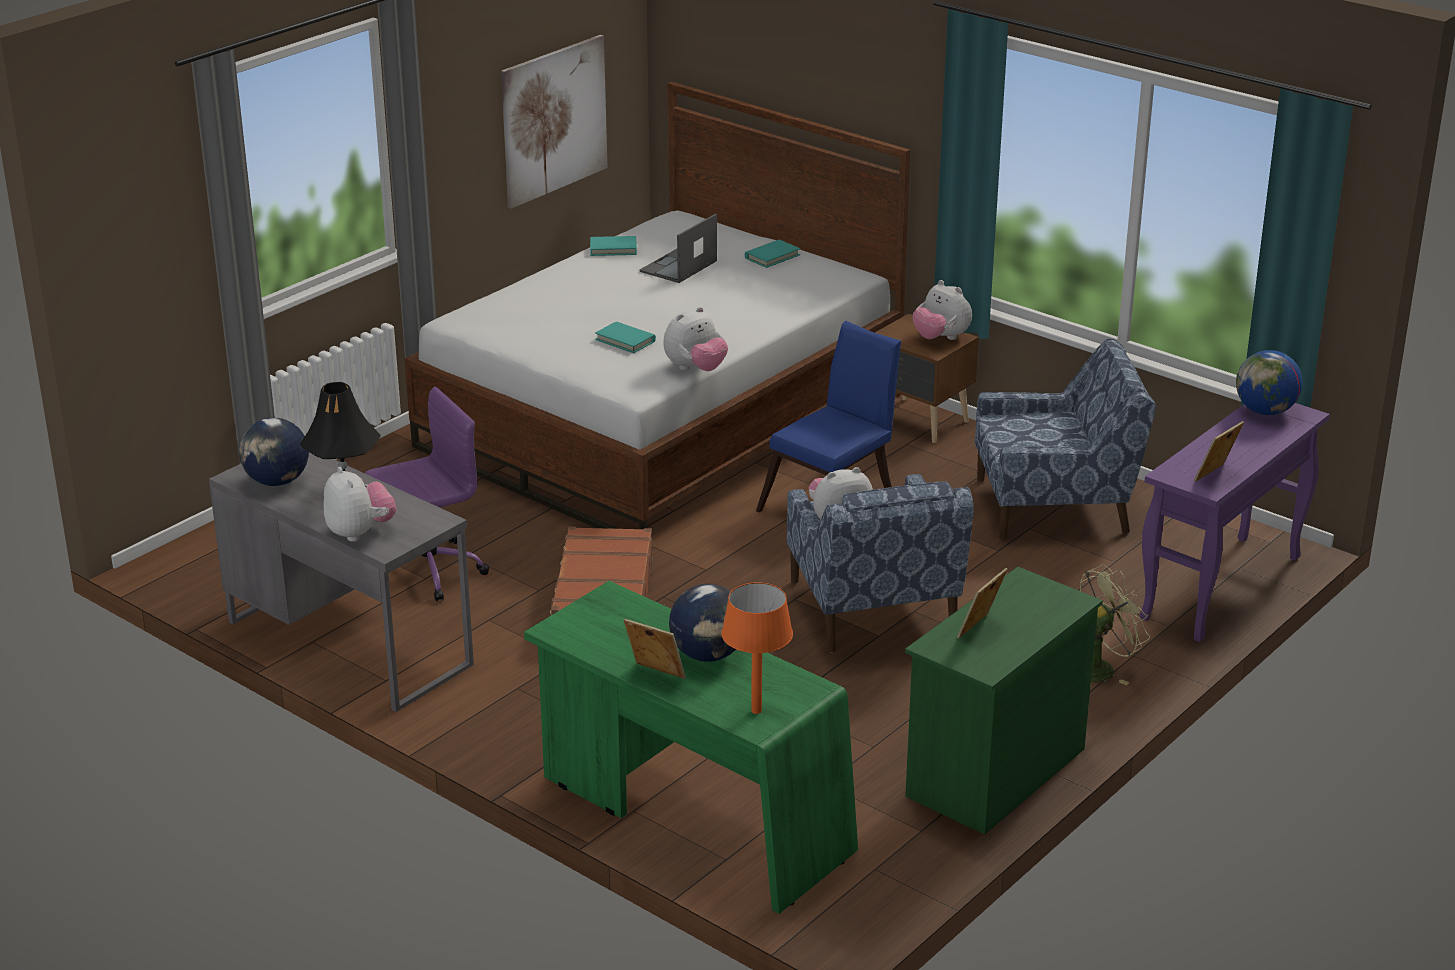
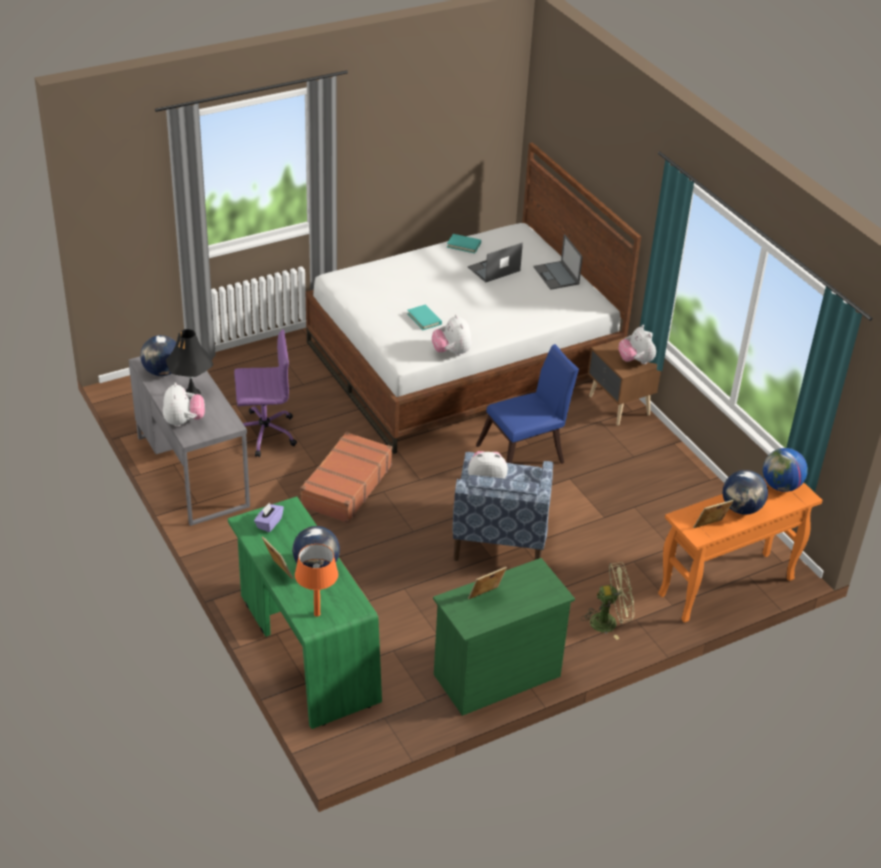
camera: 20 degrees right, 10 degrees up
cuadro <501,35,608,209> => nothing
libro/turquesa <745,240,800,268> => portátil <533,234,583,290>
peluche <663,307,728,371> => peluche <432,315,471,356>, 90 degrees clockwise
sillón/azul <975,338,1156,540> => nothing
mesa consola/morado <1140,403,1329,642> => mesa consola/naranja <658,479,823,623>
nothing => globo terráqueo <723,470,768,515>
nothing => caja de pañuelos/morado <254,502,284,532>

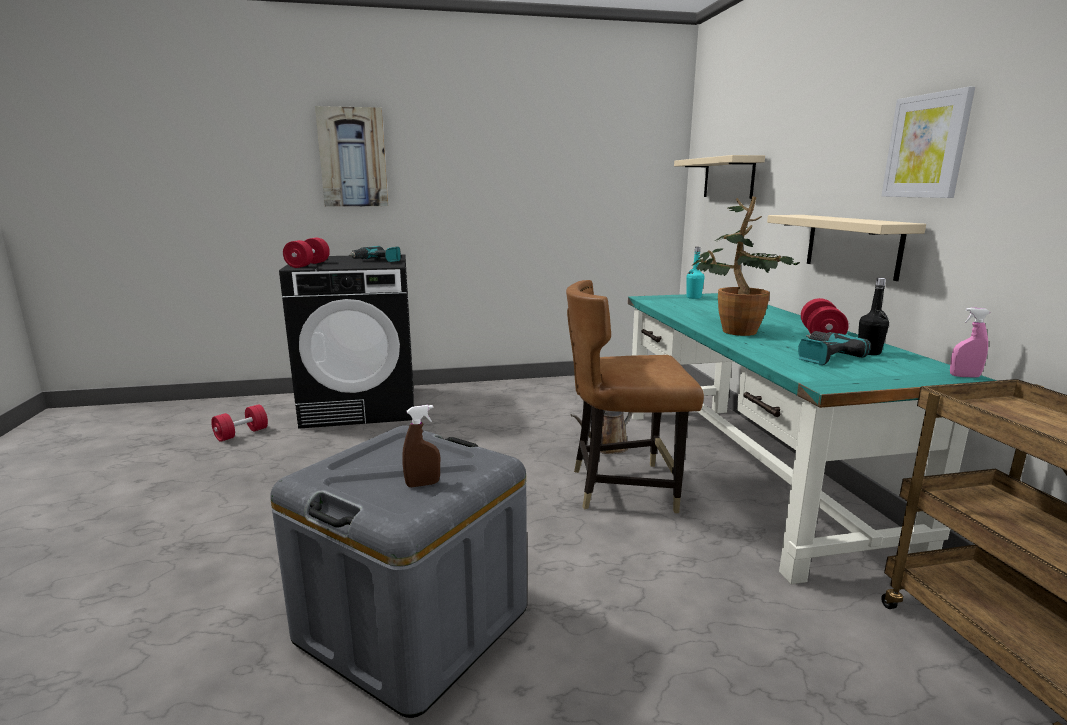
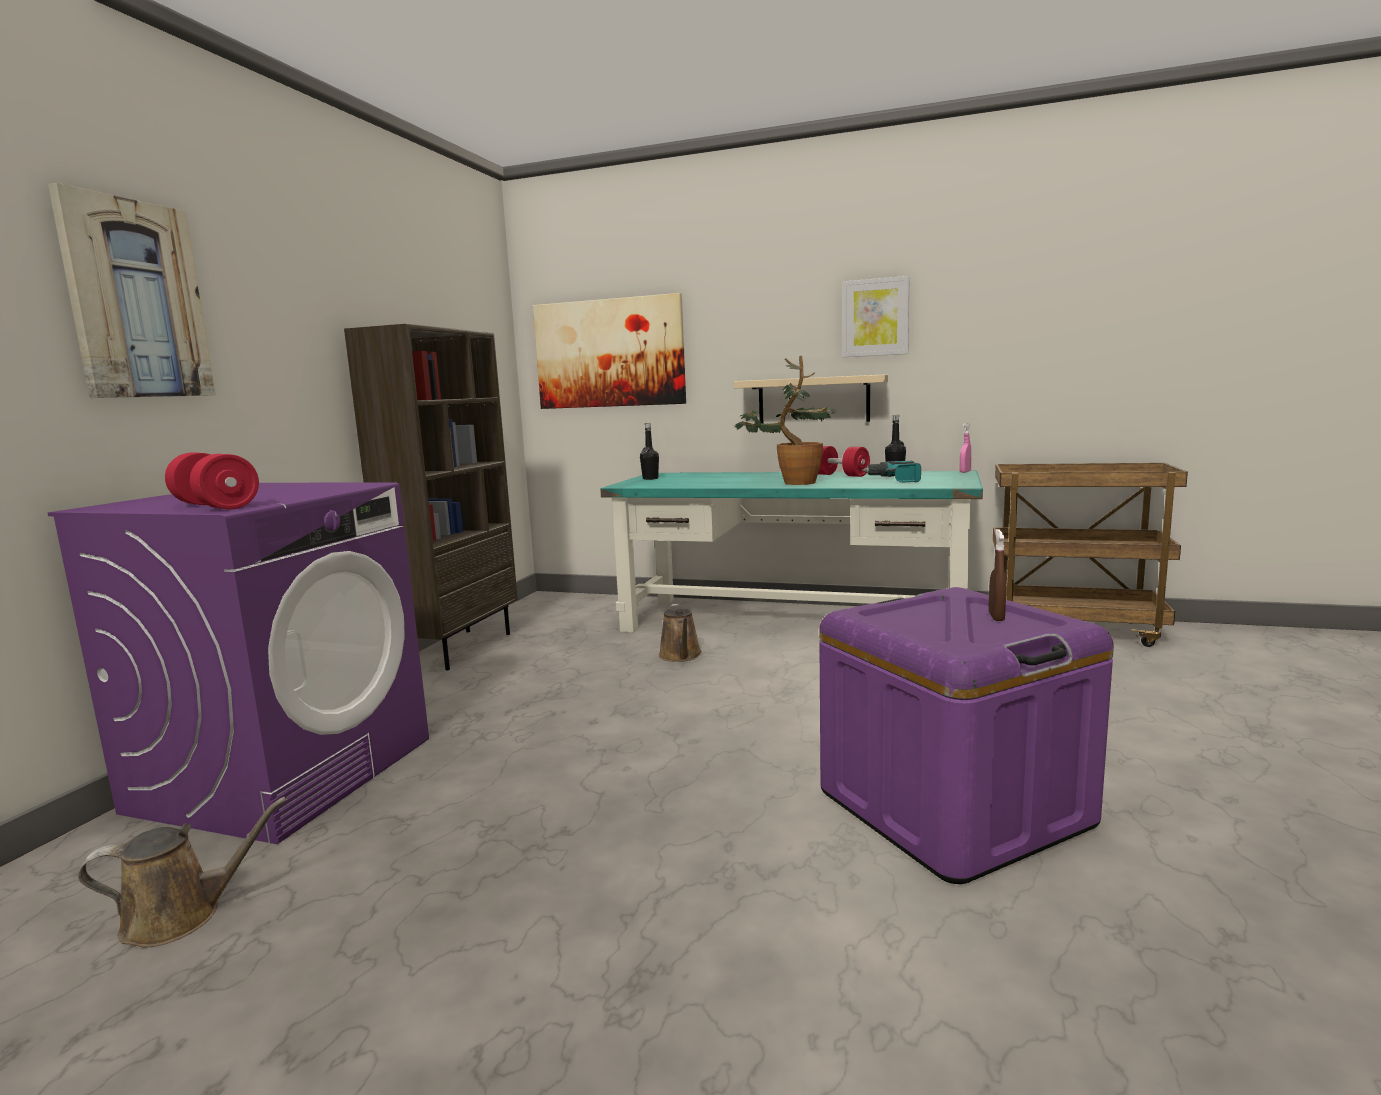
camera: 60 degrees left, 5 degrees down
estante/beis <674,155,765,199> => cuadro <533,293,686,409>
taladro <349,246,401,262> => nothing
botella/turquesa <686,247,704,299> => botella/negro <640,423,659,480>
lavadora/negro <279,254,414,429> => lavadora/morado <47,482,429,844>
silla/marrón <566,280,704,513> => nothing
mancuerna/rojo <211,404,268,442> => regadera/marrón <78,797,287,947>
caja de almacenaje/gris <270,425,527,718> => caja de almacenaje/morado <819,587,1114,884>
nothing => estantería/marrón <344,324,518,670>

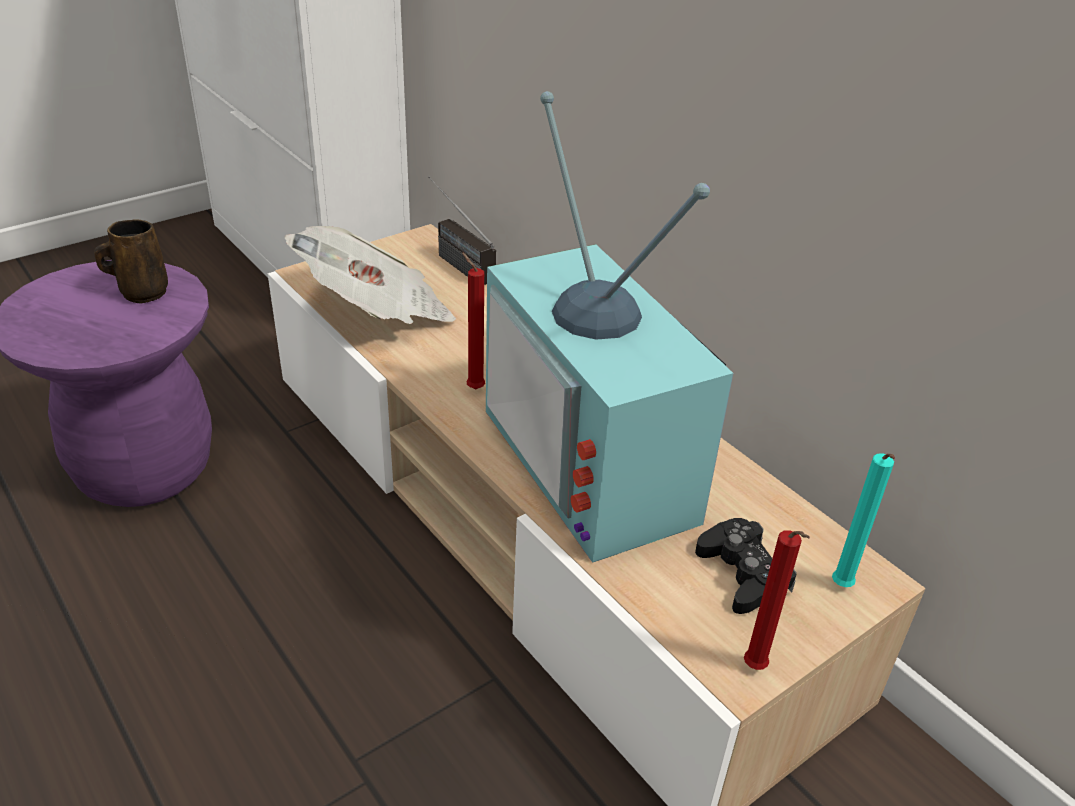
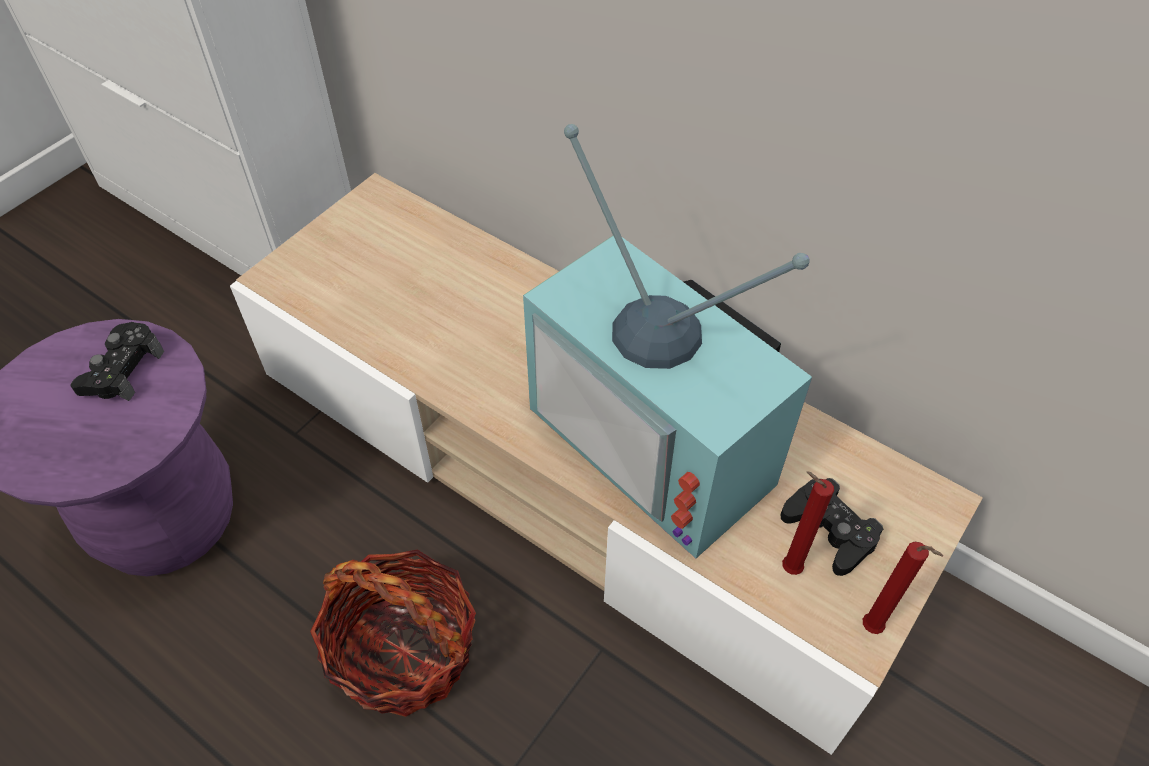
camera: 15 degrees left, 15 degrees up
radio <428,176,496,285> => nothing
taza grande/marrón <94,219,168,303> => mando de consola/negro <70,322,164,401>
periódico <285,226,456,324> => nothing
vela/rojo <462,252,485,389> => vela/rojo <782,471,834,575>, relocated
vela/turquesa <832,453,895,587> => nothing
nothing => cesta <310,549,476,717>

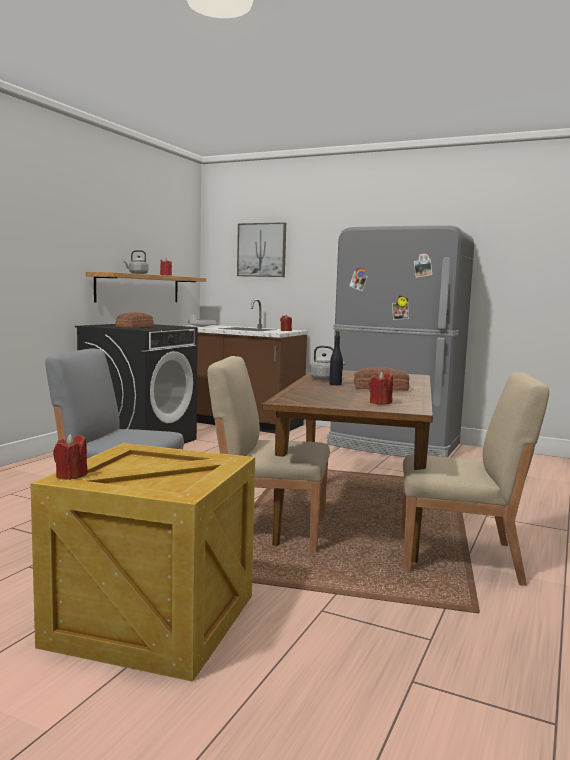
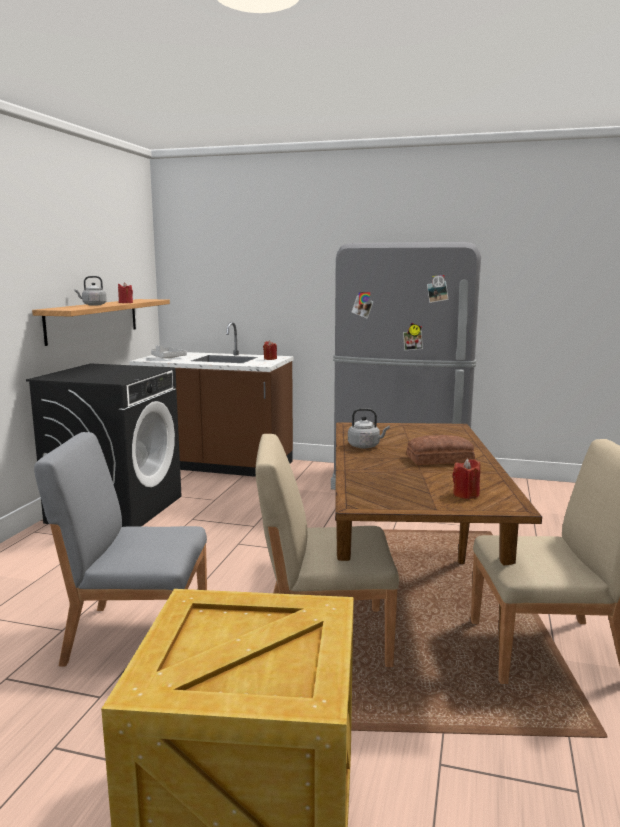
camera: 10 degrees left, 5 degrees up
cuadro <237,222,286,277> => nothing
pan <116,312,154,328> => nothing
botella/negro <329,331,343,385> => nothing
vela/rojo <53,434,88,480> => nothing

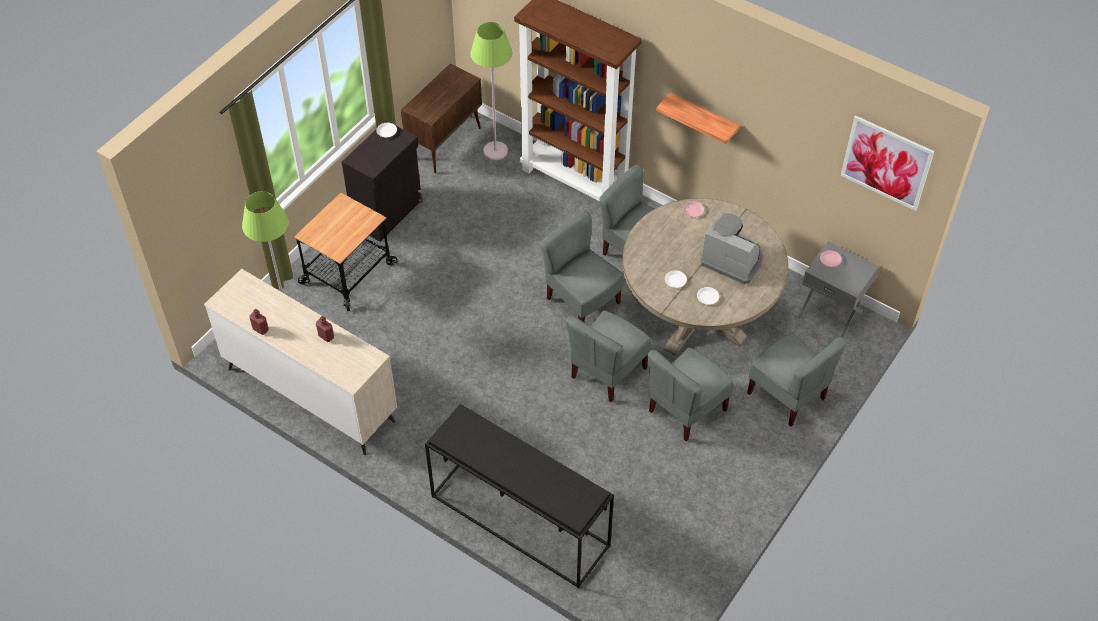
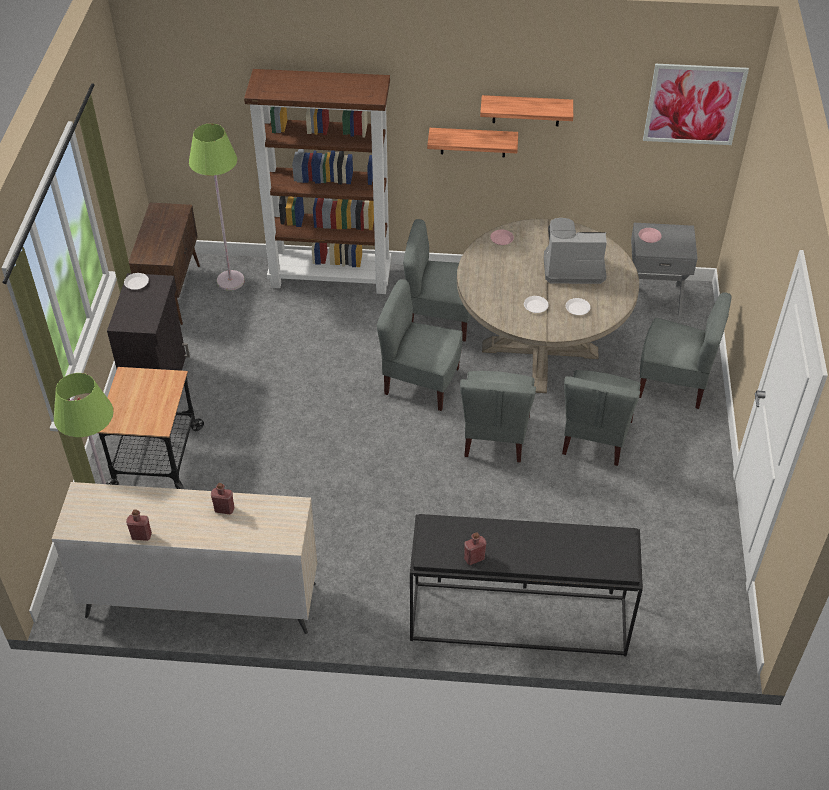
camera: 30 degrees left, 5 degrees down
nothing => estante <480,95,573,126>
nothing => botella/rojo <464,532,486,565>

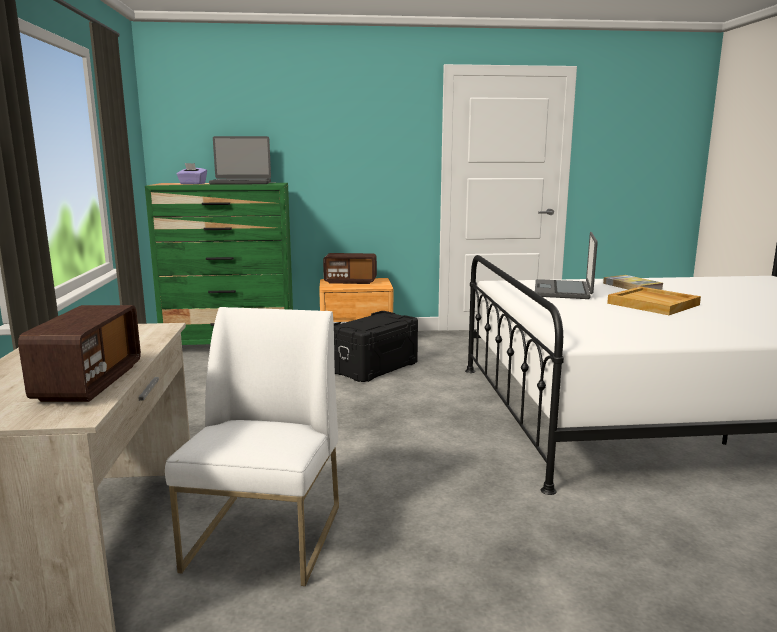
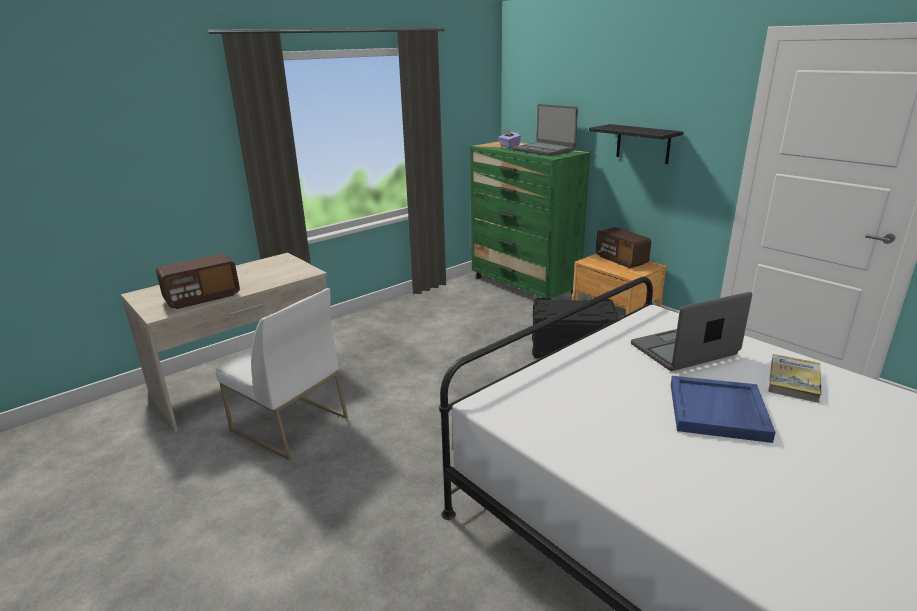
camera: 55 degrees right, 10 degrees up
bandeja/beis <607,286,701,315> => bandeja/azul <671,376,776,443>
silla/blanco <165,307,339,586> => silla/blanco <216,288,348,460>, 60 degrees clockwise
nothing => estante/negro <589,124,684,164>

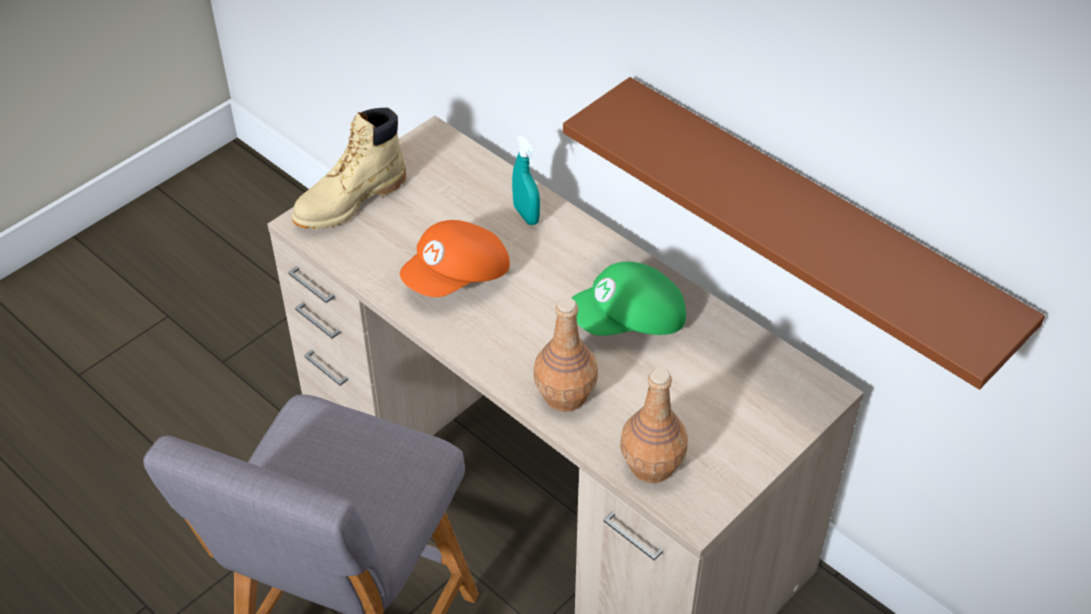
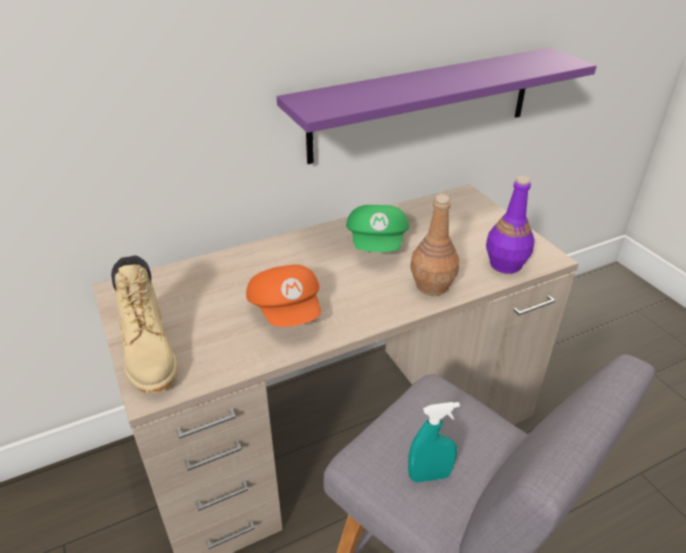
camera: 70 degrees left, 10 degrees down
estante/marrón <563,77,1045,390> => estante/morado <277,48,597,164>
pulverizador/turquesa <512,135,540,225> => pulverizador/turquesa <408,402,460,482>, relocated
botella/marrón <620,368,688,483> => botella/morado <486,176,534,274>

